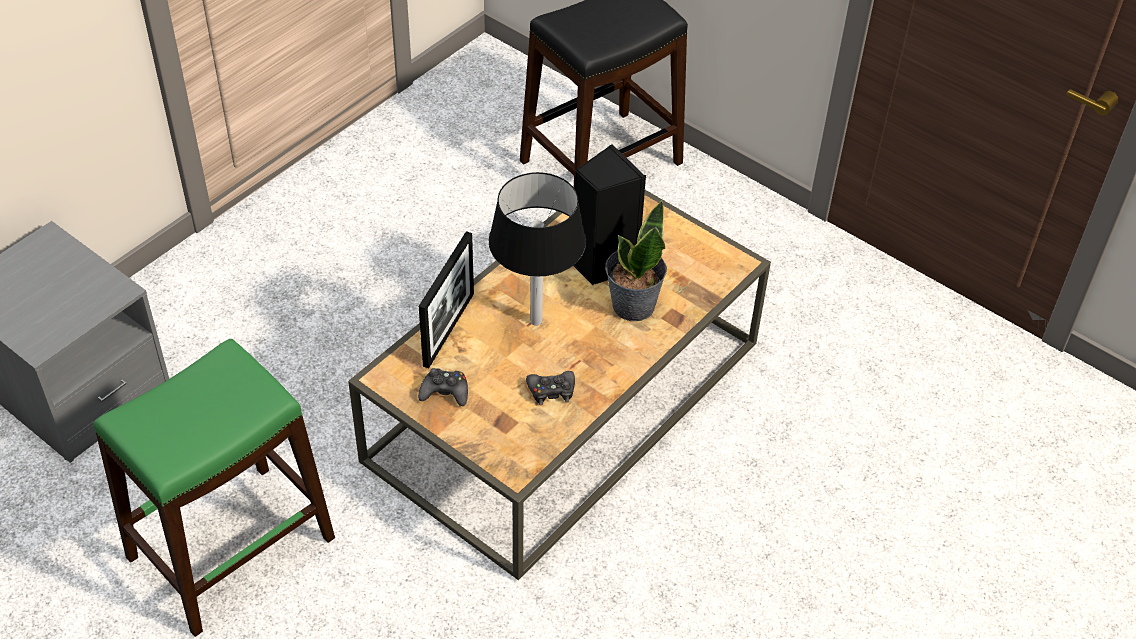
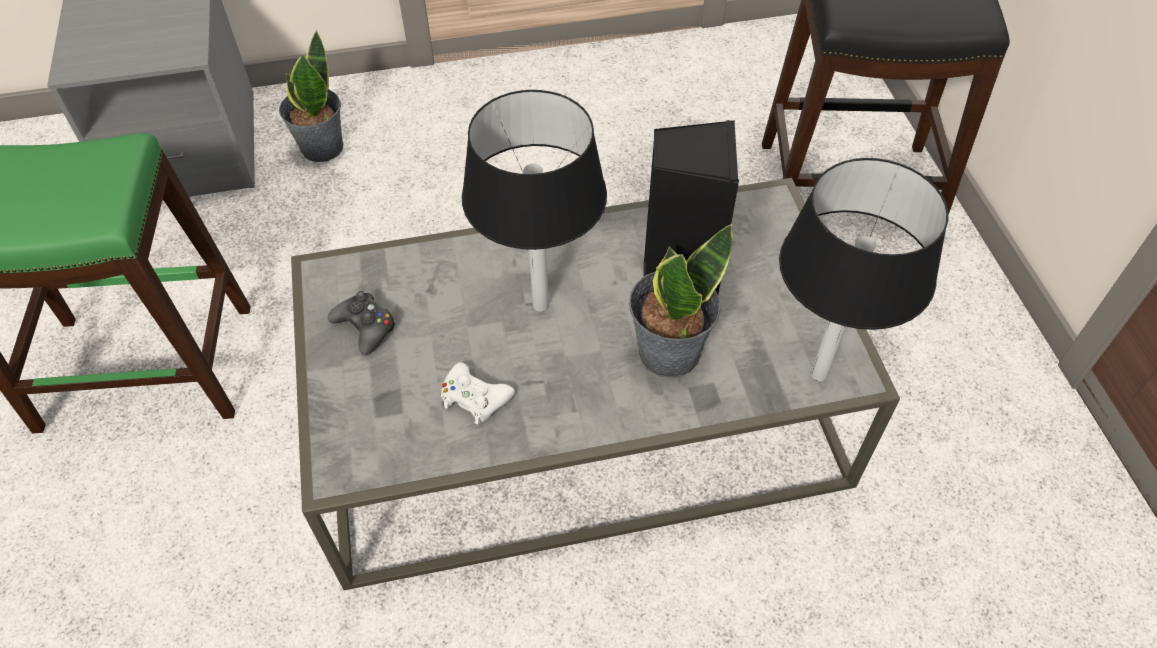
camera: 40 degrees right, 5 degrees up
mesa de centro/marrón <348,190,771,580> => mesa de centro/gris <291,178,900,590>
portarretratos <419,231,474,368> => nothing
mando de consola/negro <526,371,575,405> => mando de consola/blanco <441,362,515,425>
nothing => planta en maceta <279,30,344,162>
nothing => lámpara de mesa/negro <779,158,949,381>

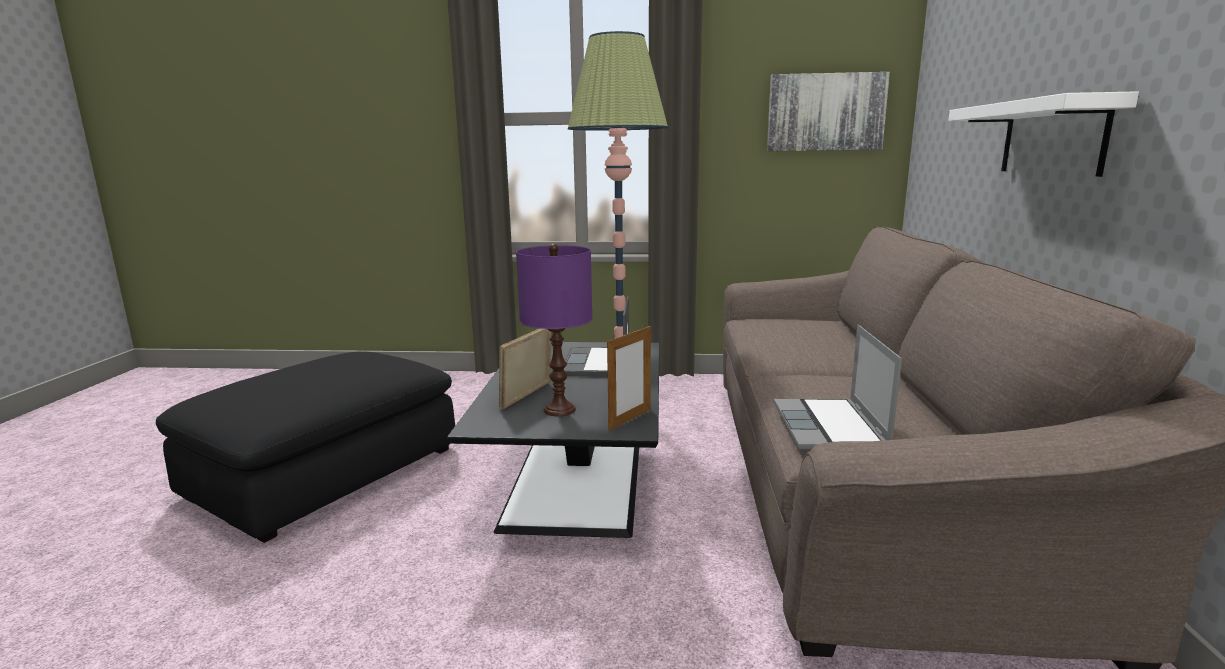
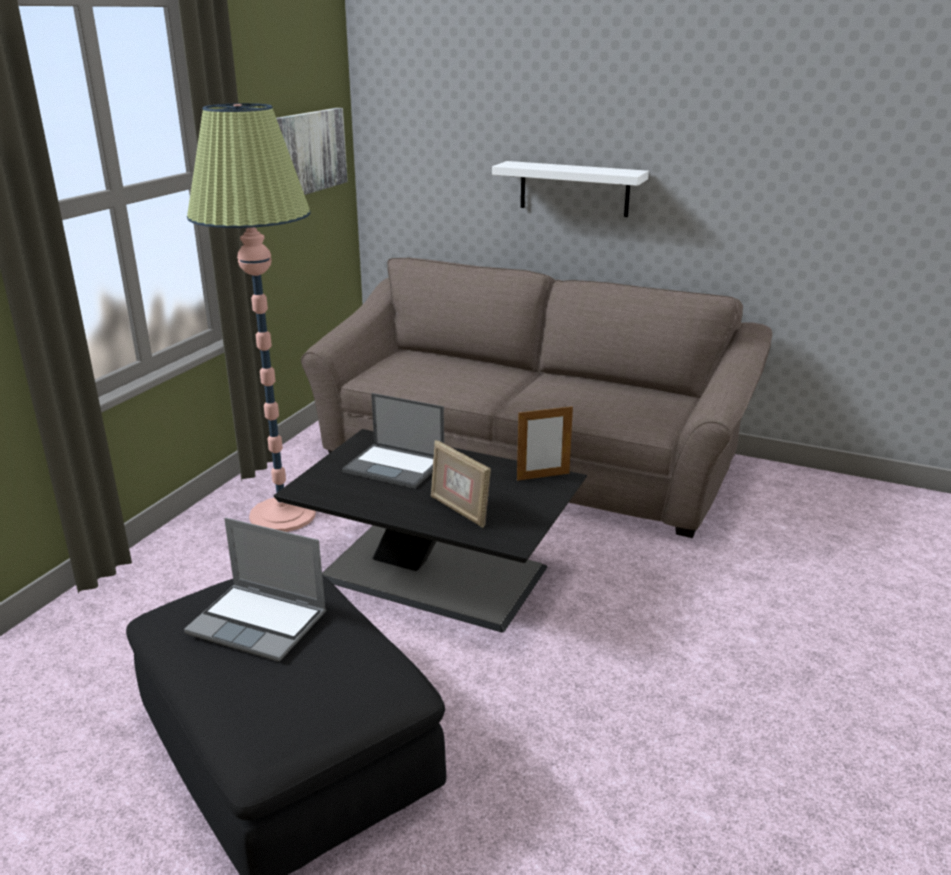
camera: 70 degrees left, 10 degrees up
lámpara de mesa/morado <516,244,592,416> => nothing
portarretratos <607,325,651,431> => portarretratos <517,405,573,481>, 105 degrees clockwise
portátil <774,325,902,451> => portátil <184,518,326,662>, relocated

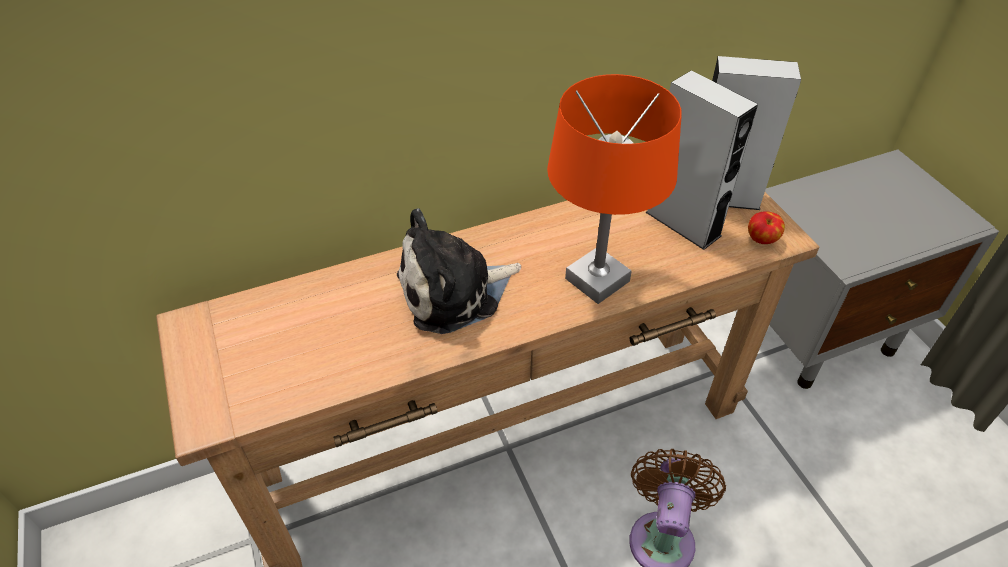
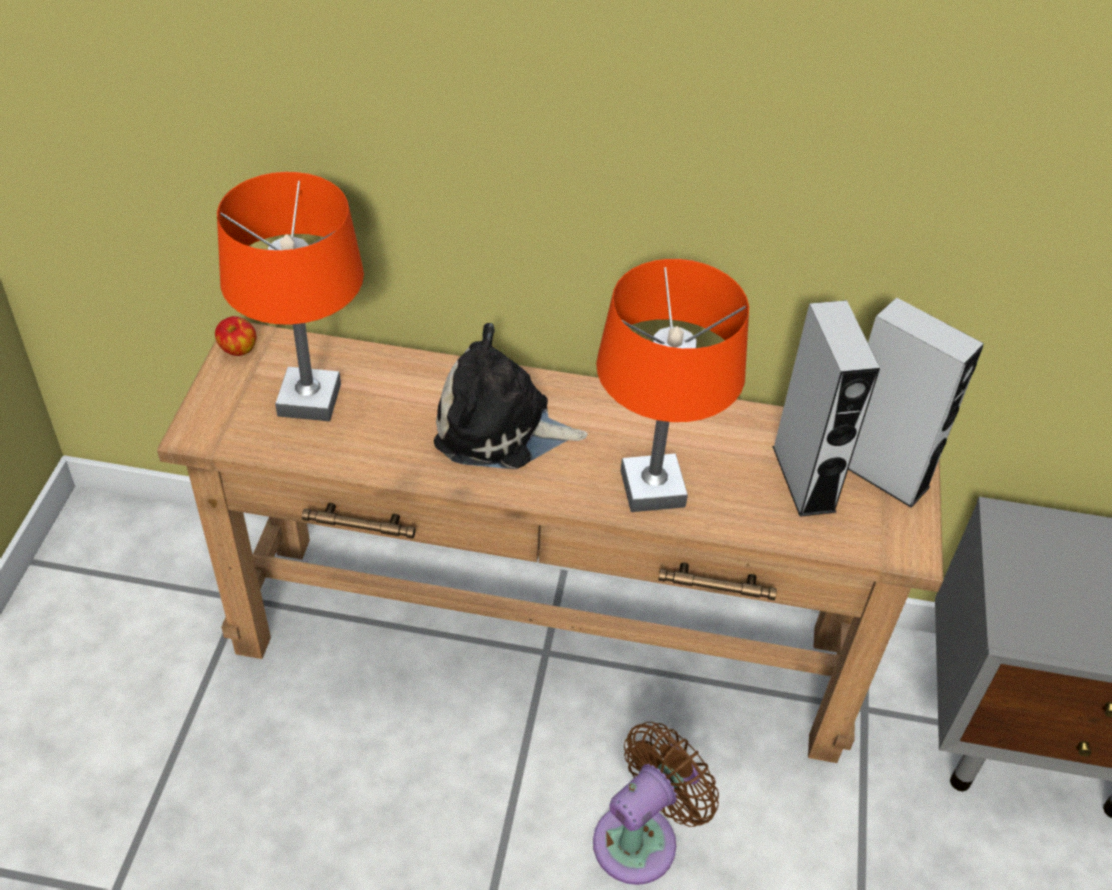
camera: 30 degrees right, 0 degrees up
manzana <748,211,785,244> => manzana <215,316,256,356>, relocated
nothing => lámpara de mesa/naranja <217,172,364,421>

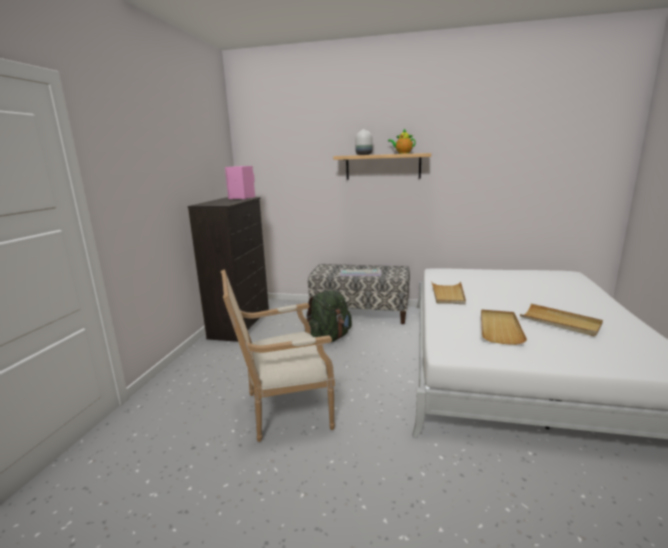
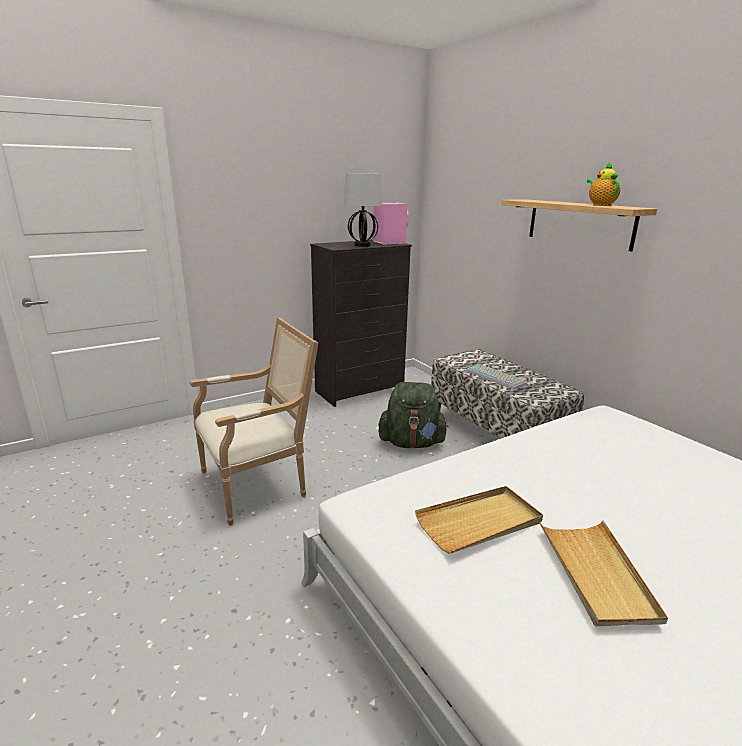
camera: 45 degrees right, 5 degrees up
florero/blanco <355,129,373,155> => nothing
sillón <221,269,335,442> => sillón <190,317,318,525>, 120 degrees clockwise
bandeja/beis <431,281,466,304> => nothing
nothing => lámpara de mesa <344,173,382,247>

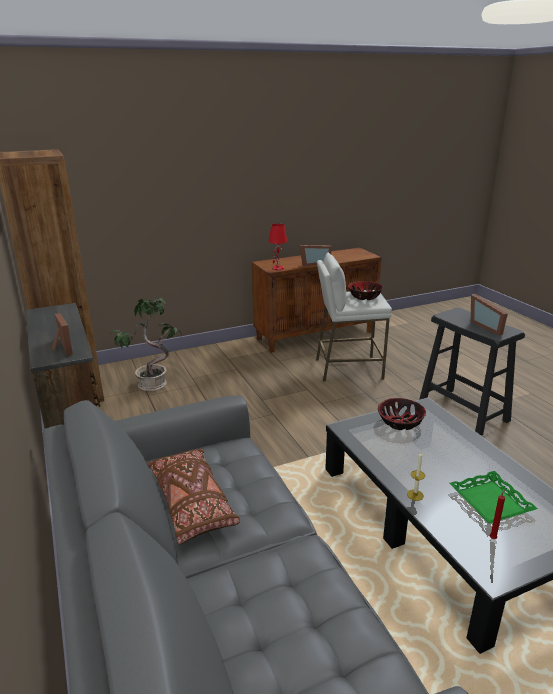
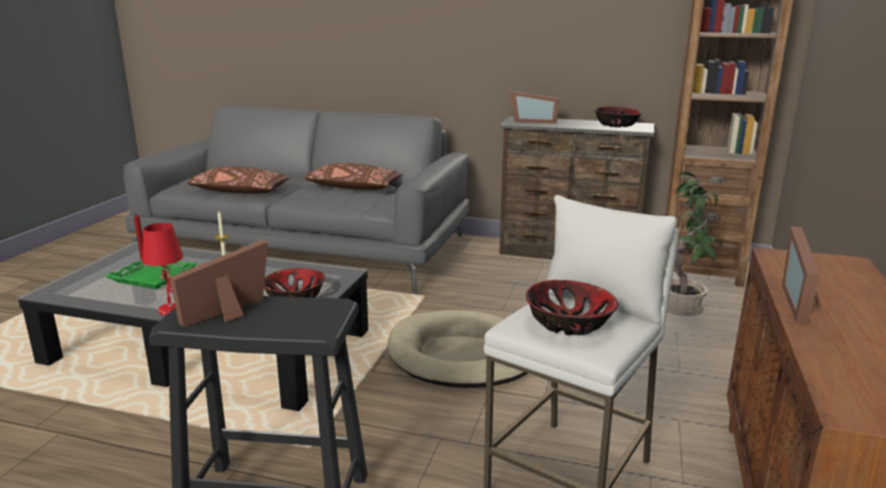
camera: 130 degrees right, 5 degrees down
lámpara de mesa/rojo <269,224,287,270> => lámpara de mesa/rojo <142,223,183,316>, relocated
portarretratos <471,294,508,335> => portarretratos <170,240,268,327>, 60 degrees counterclockwise
nothing => cuenco <594,107,642,127>
nothing => cojín/marrón <186,167,290,194>
nothing => cama para perro/beis <387,310,527,388>

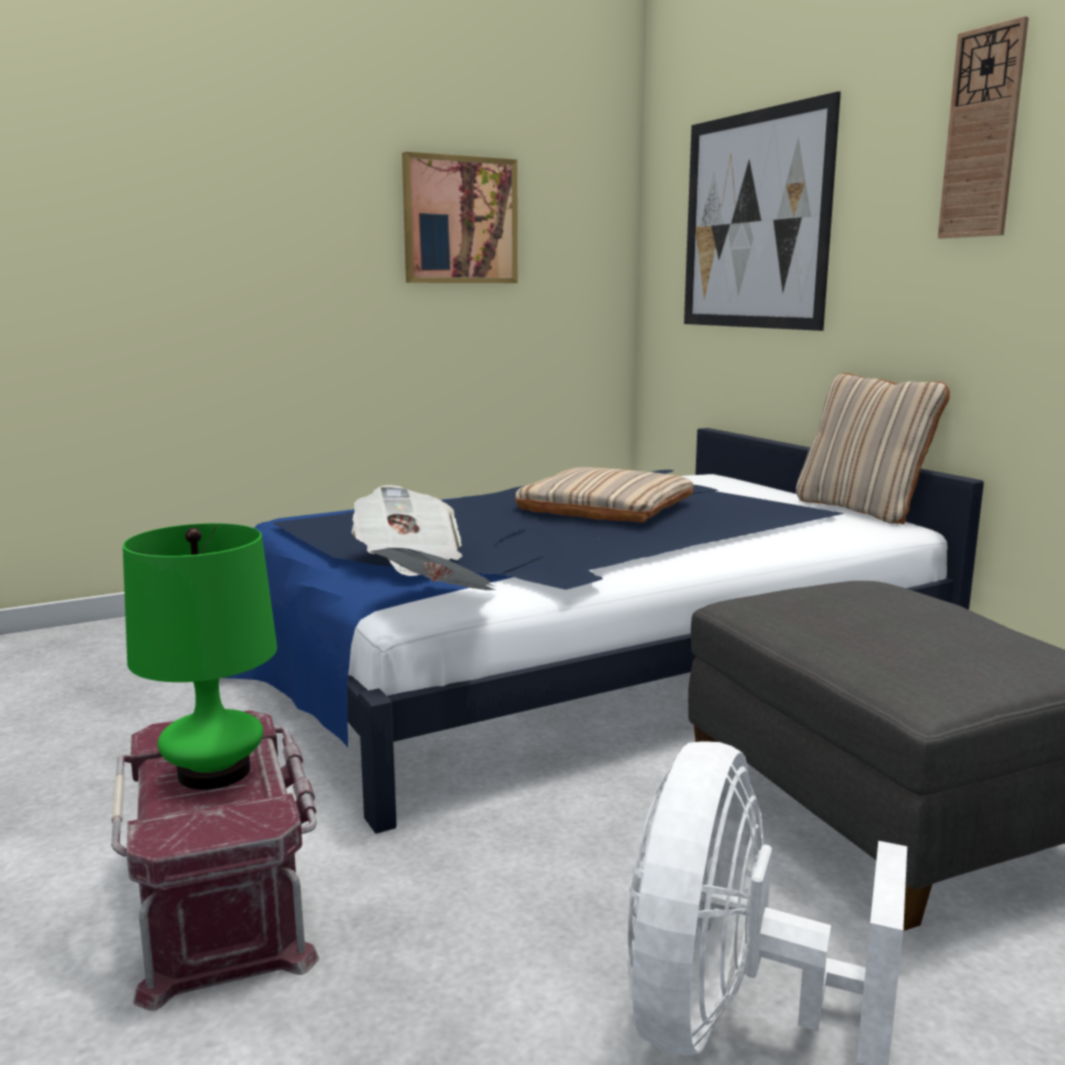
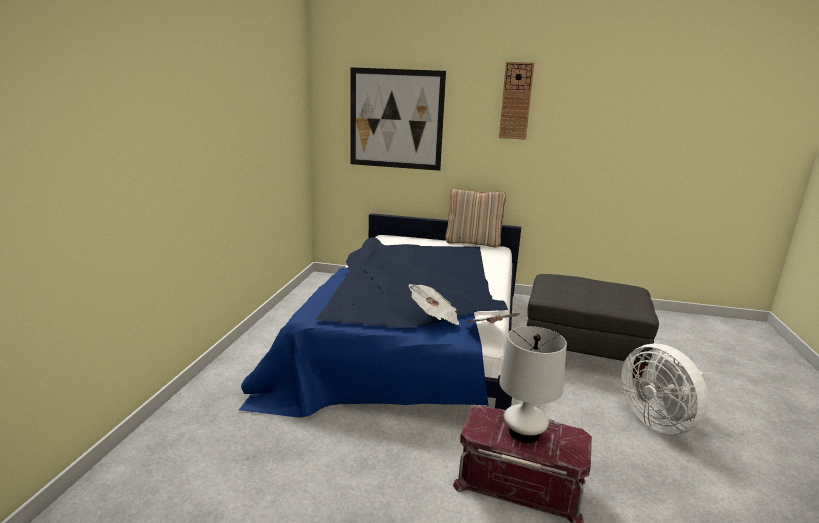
camera: 50 degrees left, 5 degrees up
cuadro <402,152,518,283> => nothing
cojín/beis <515,467,694,523> => nothing
lámpara de mesa/verde <123,523,277,790> => lámpara de mesa/blanco <499,326,567,443>

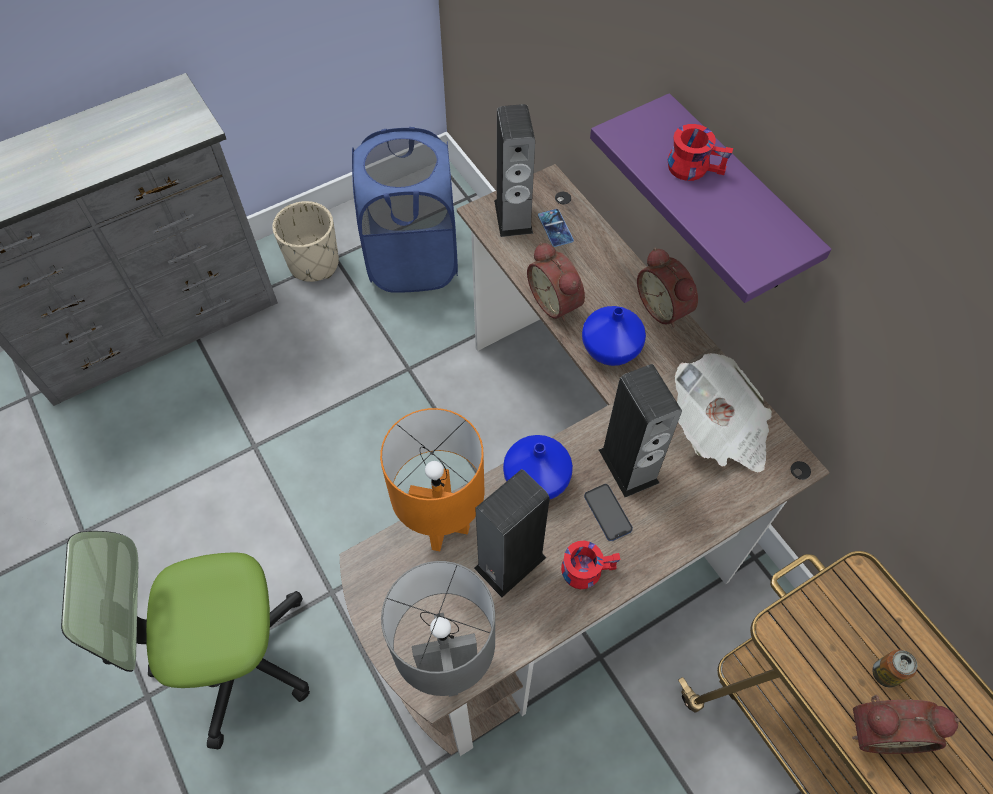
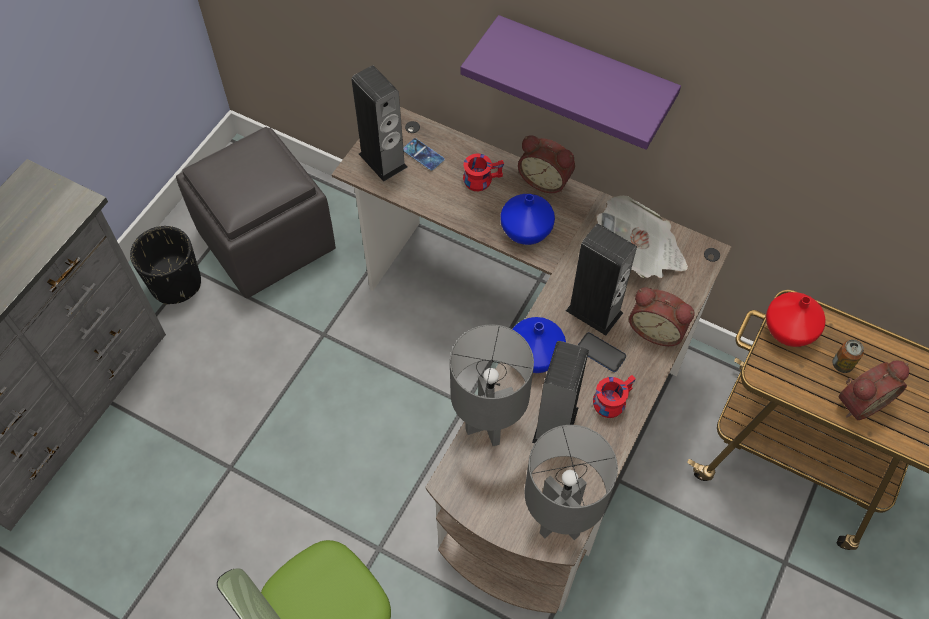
camera: 30 degrees left, 0 degrees up
taza grande/rojo <668,124,733,181> => taza grande/rojo <463,153,504,191>, relocated
cesto de la ropa/azul <352,127,458,293> => puf/gris <176,127,336,298>
maceta/beis <272,201,339,282> => maceta/negro <130,226,201,305>
despertador <527,242,585,322> => despertador <629,287,695,346>, relocated
lámpara de mesa/naranja <380,408,485,551> => lámpara de mesa/gris <450,324,534,446>
nothing => florero/rojo <766,292,826,347>

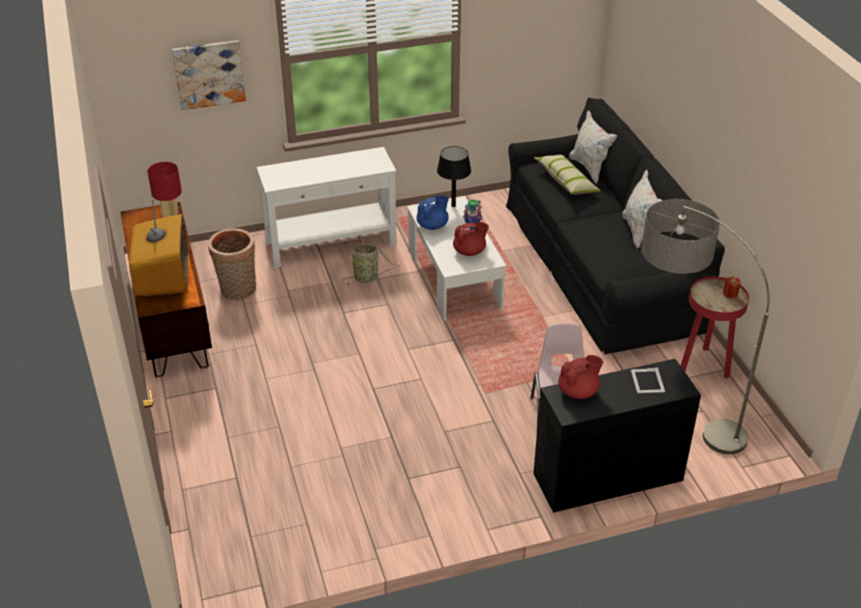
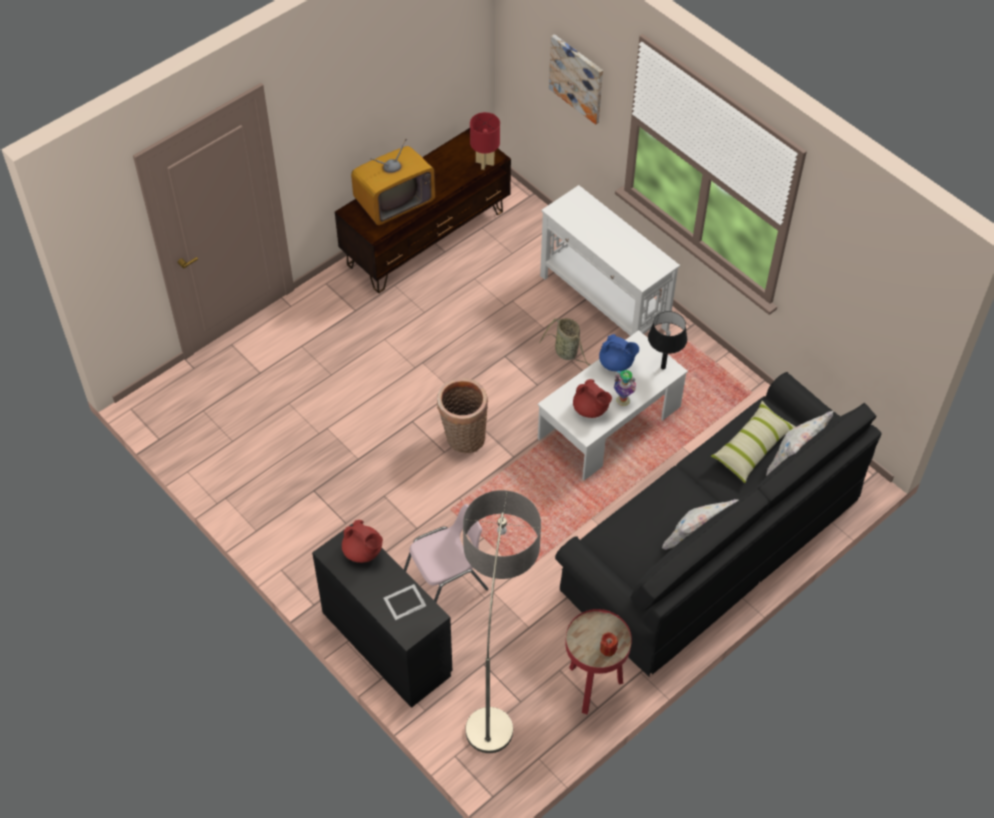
camera: 65 degrees right, 15 degrees up
cesta <208,228,256,300> => cesta <437,378,488,453>, relocated

